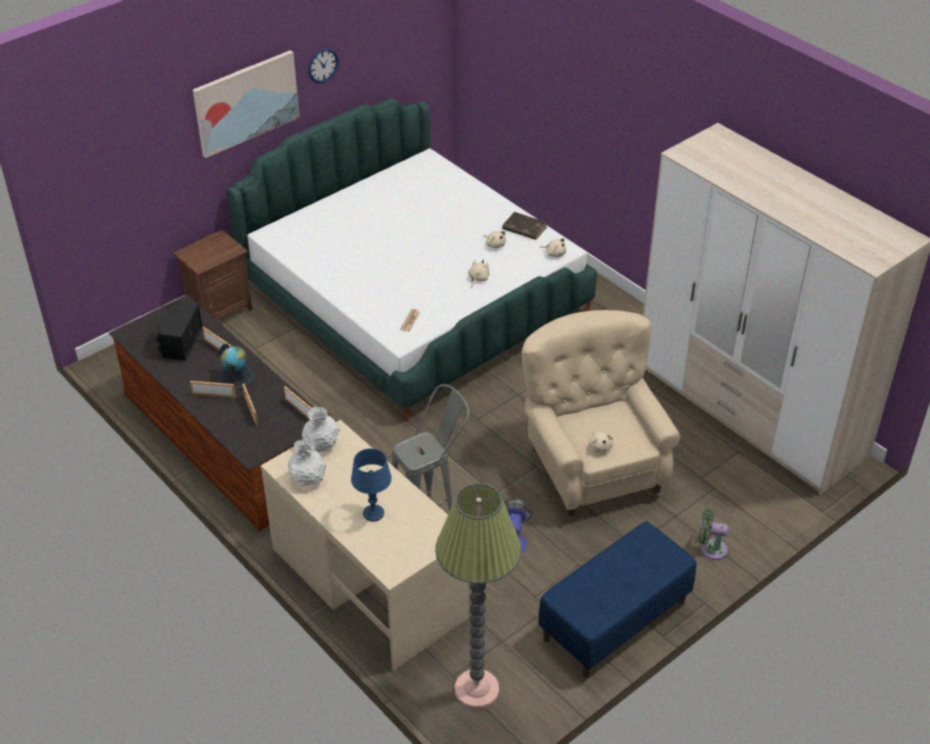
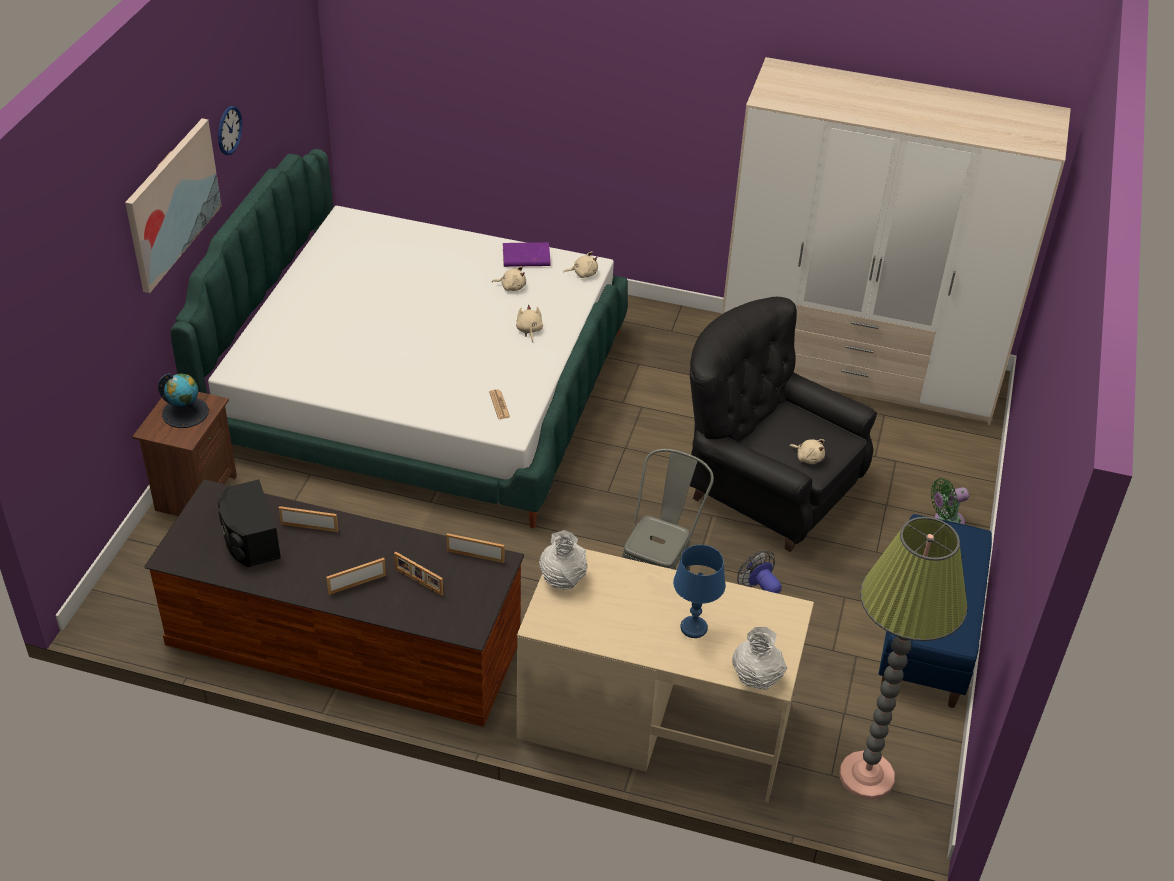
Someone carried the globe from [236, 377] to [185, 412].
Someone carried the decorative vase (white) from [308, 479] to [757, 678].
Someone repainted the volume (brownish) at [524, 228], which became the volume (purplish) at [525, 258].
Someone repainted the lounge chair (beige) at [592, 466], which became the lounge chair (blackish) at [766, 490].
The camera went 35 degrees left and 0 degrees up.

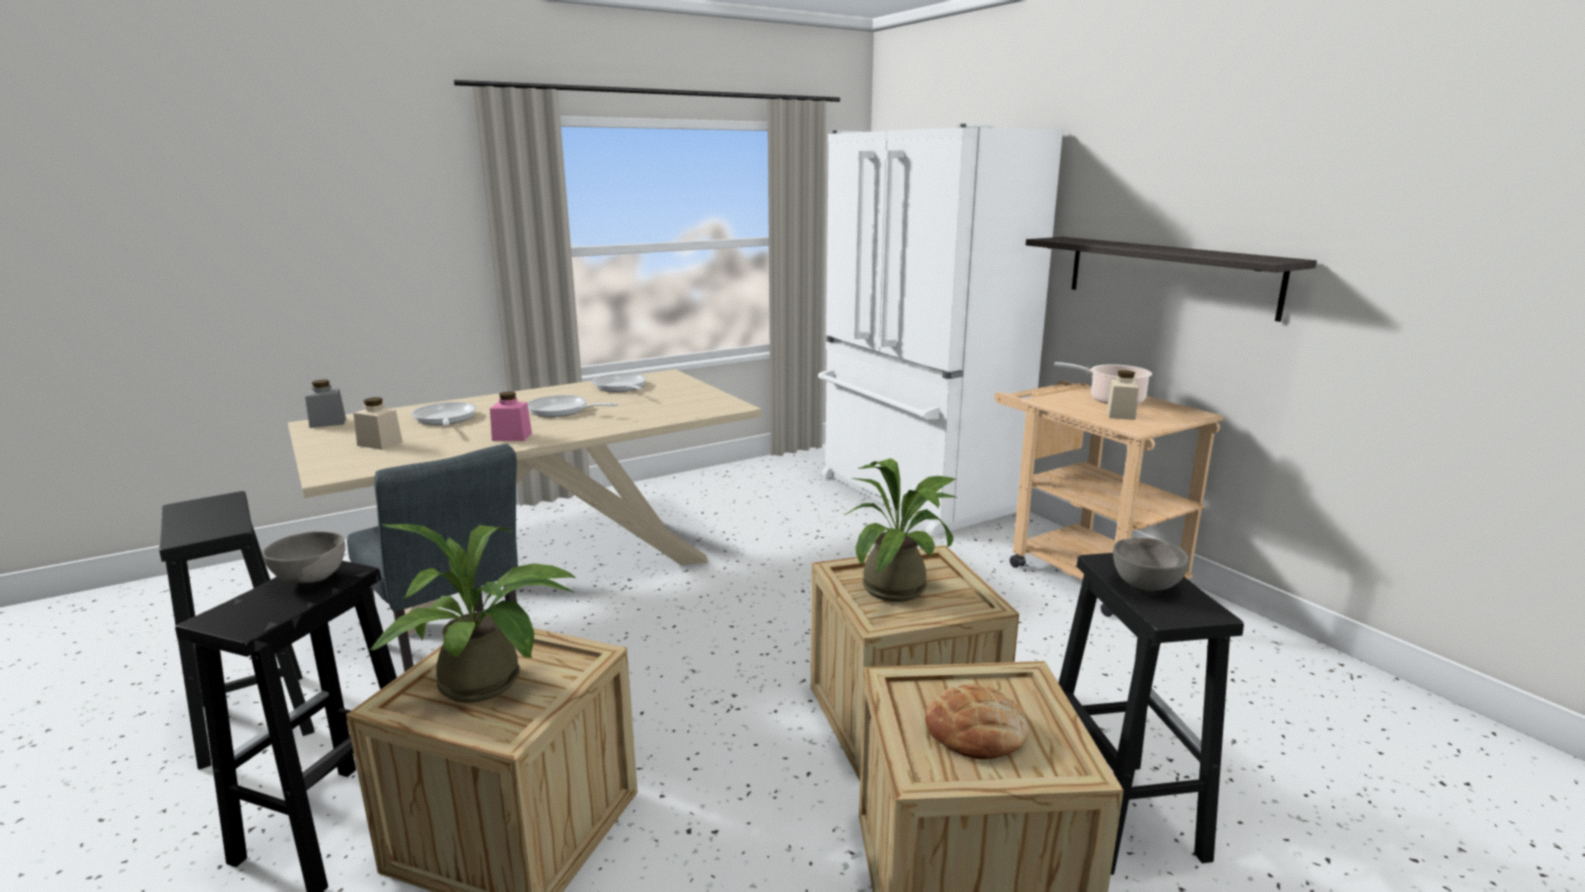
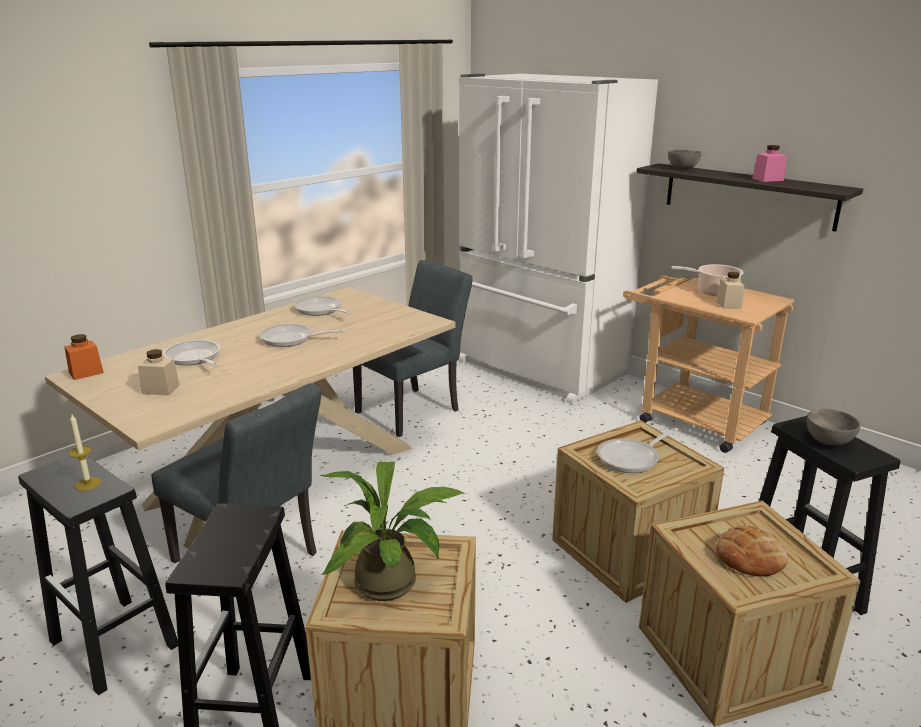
Someone put down the wax light at [88, 484].
Someone put down the chair (greyish) at [414, 409].
Someone carried the deep dish (greyish) from [311, 579] to [683, 169].
Someone carried the jar (pink) from [512, 437] to [768, 179].
Someone swapped the plant in a pot at [901, 587] for the skillet at [632, 458].
Someone repainted the jar (greyish) at [328, 422], which became the jar (orangey) at [86, 372].
The camera went 15 degrees left and 5 degrees up.

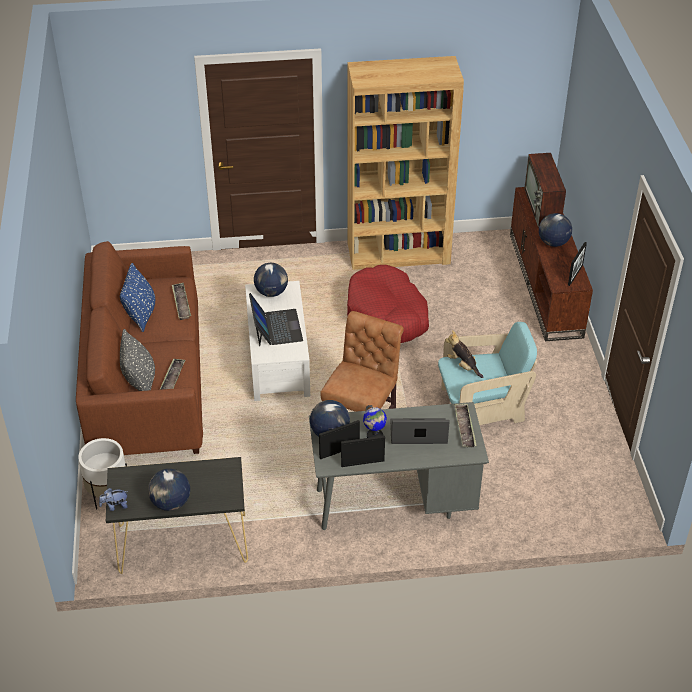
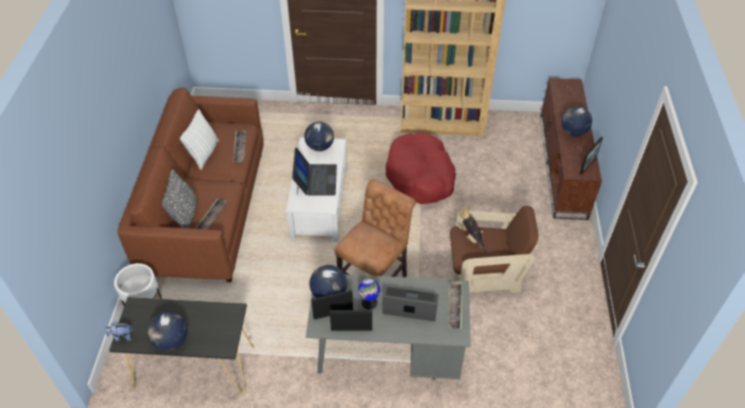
Someone took away the television at [543, 208].
Someone repainted the pillow (blue-coloured) at [141, 314], which became the pillow (white) at [204, 154].
Someone repainted the lounge chair (blue-green) at [481, 407], which became the lounge chair (brownish) at [485, 273].
The camera went 10 degrees right and 5 degrees up.

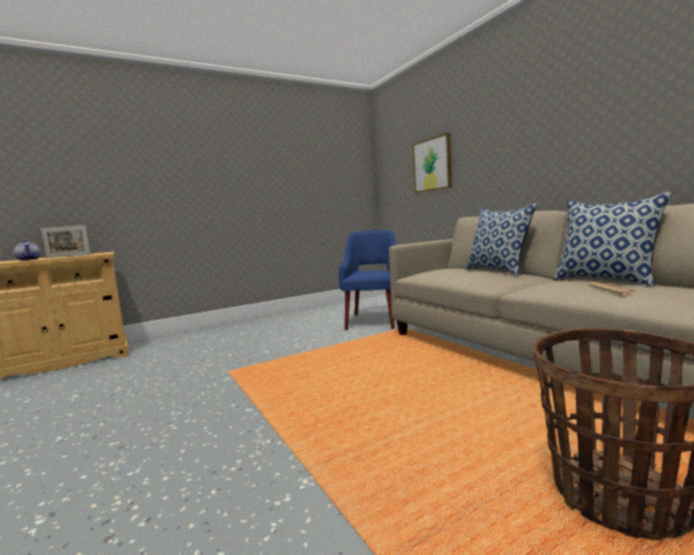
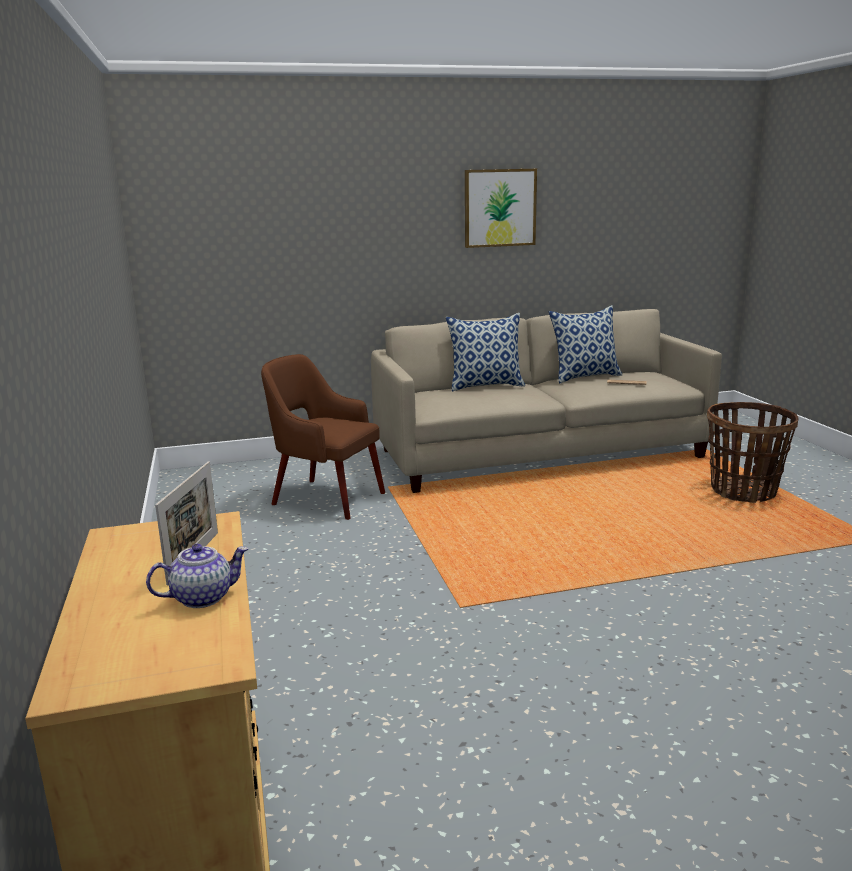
Someone carried the wall picture from [432, 164] to [500, 208].
Someone repainted the lounge chair (blue-coloured) at [373, 320], which became the lounge chair (brownish) at [325, 498].
The camera went 75 degrees left and 10 degrees up.

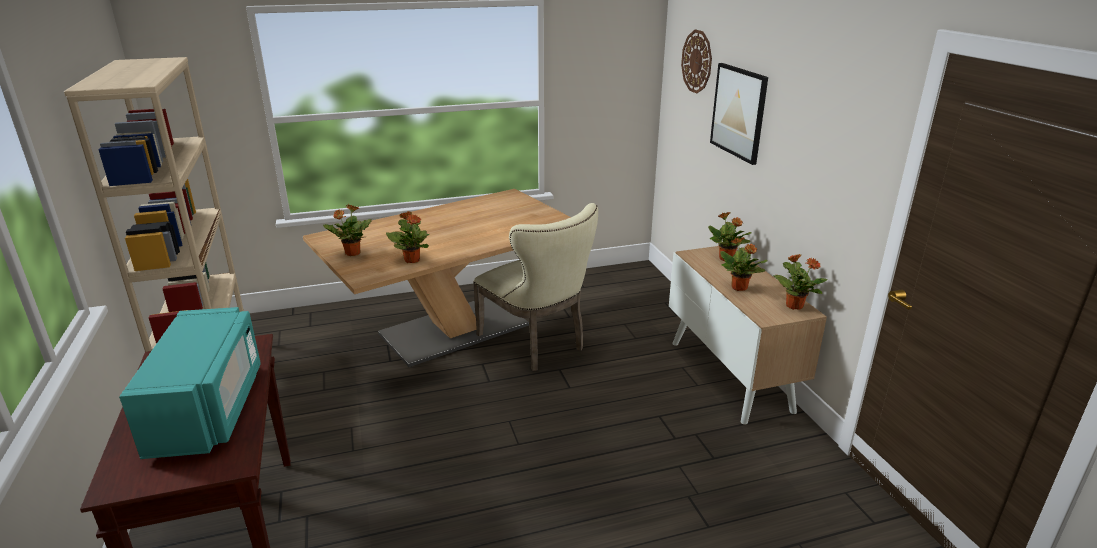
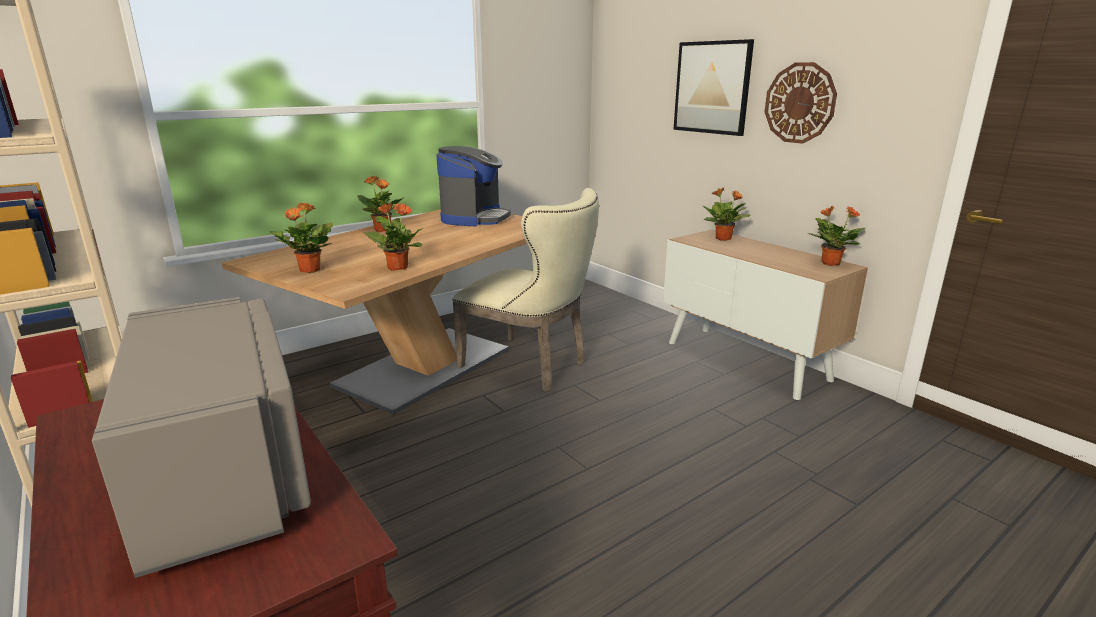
Someone put down the coffee maker at [475, 218].
Someone carried the clock on the wall from [697, 61] to [800, 103].
Someone carried the plant in a pot from [739, 288] to [383, 230].
Someone repainted the kitchen microwave (blue-green) at [209, 409], which became the kitchen microwave (greyish) at [224, 471].
The camera went 20 degrees left and 5 degrees down.

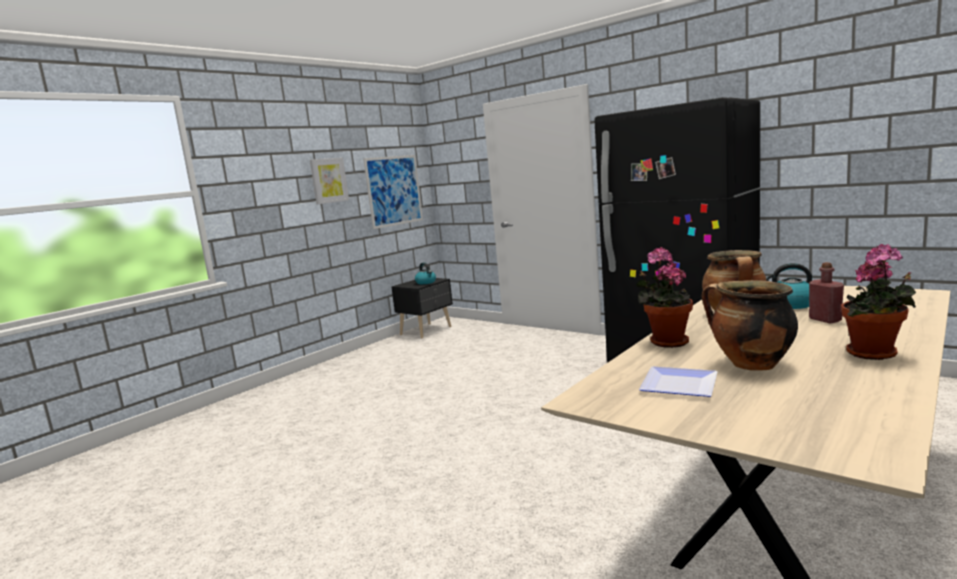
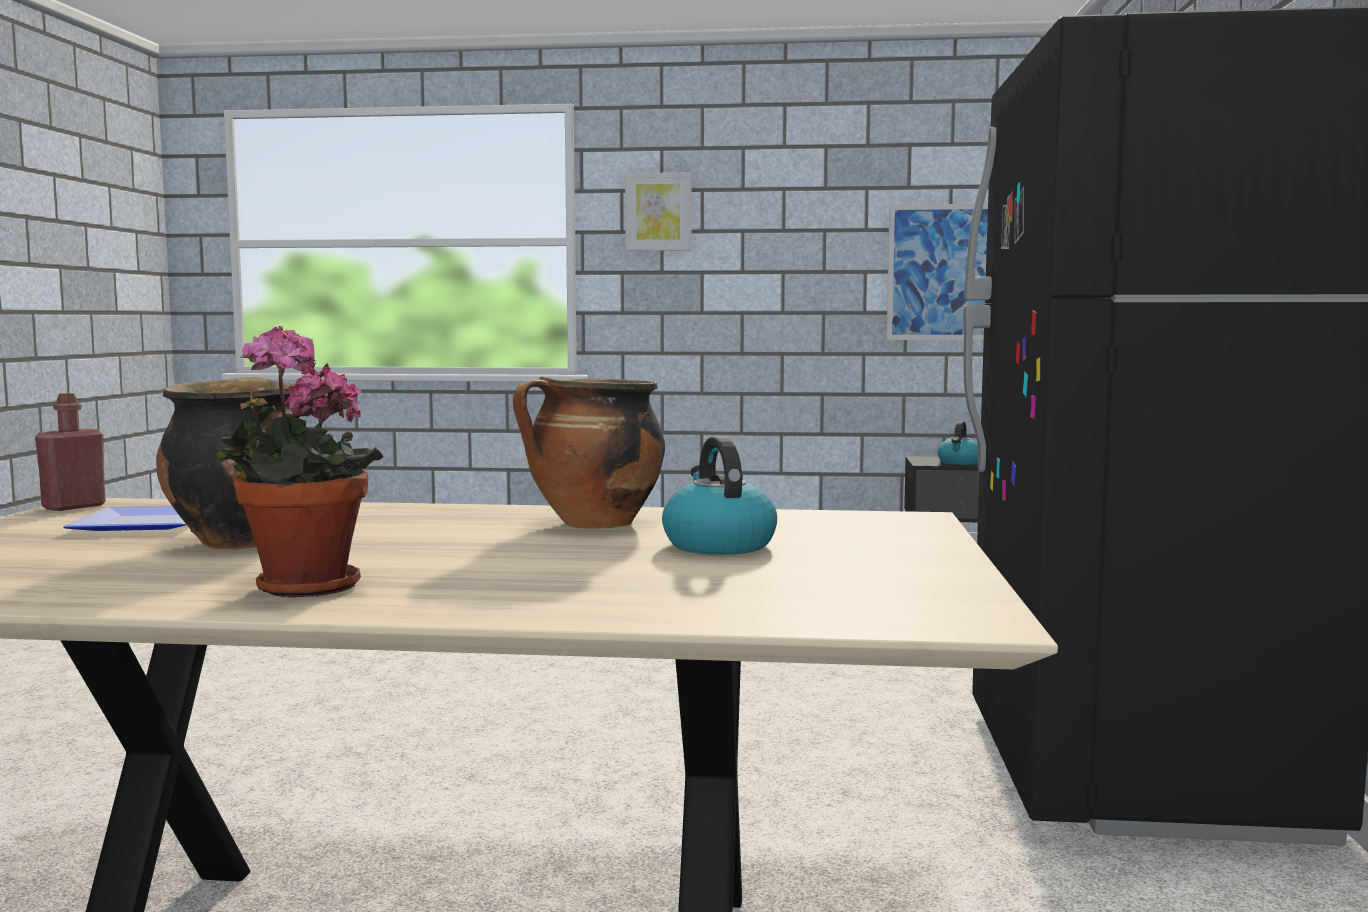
Someone took away the plant in a pot at [665, 342].
Someone carried the wall picture from [329, 180] to [658, 212].
Someone carried the bottle (red-coloured) from [825, 319] to [74, 506].
The camera went 55 degrees right and 5 degrees down.

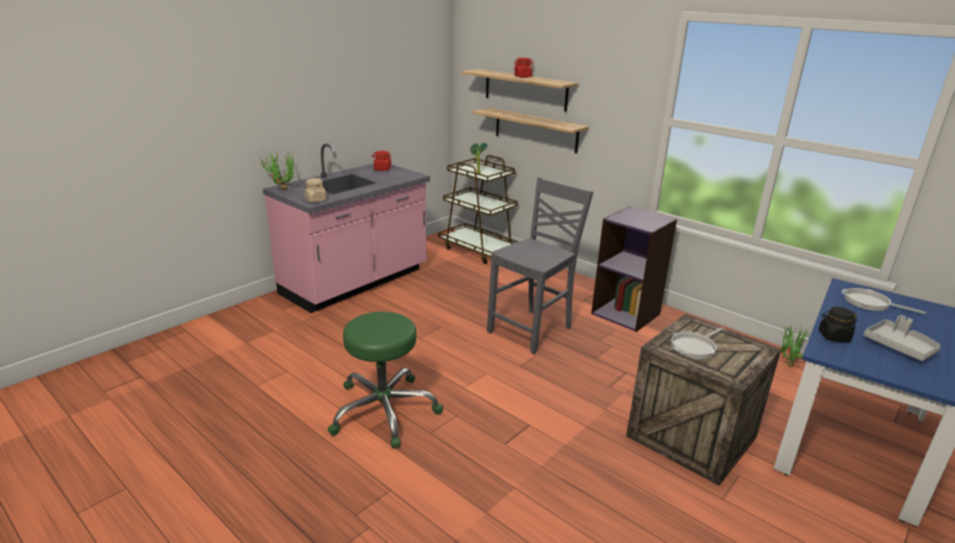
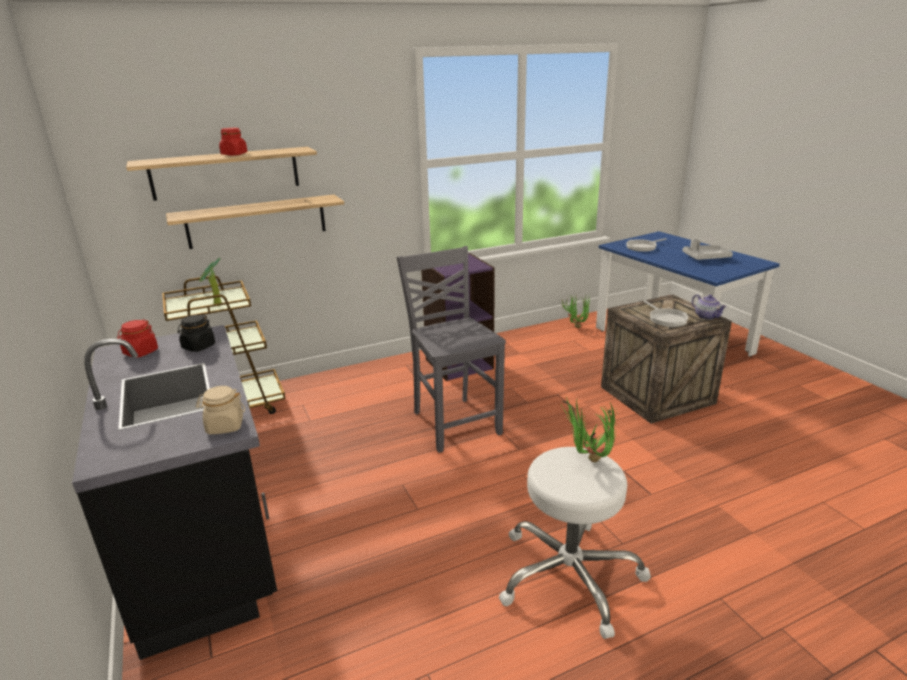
Someone put down the tea pot at [707, 317].
Someone carried the plant in a pot from [281, 188] to [587, 463].
Someone carried the jar (blackish) from [833, 337] to [198, 347].
Someone repainted the kitchen counter (pink) at [356, 283], which became the kitchen counter (blackish) at [205, 542].
Someone repainted the stool seat (green) at [384, 410], which became the stool seat (white) at [569, 575].
The camera went 65 degrees left and 0 degrees up.

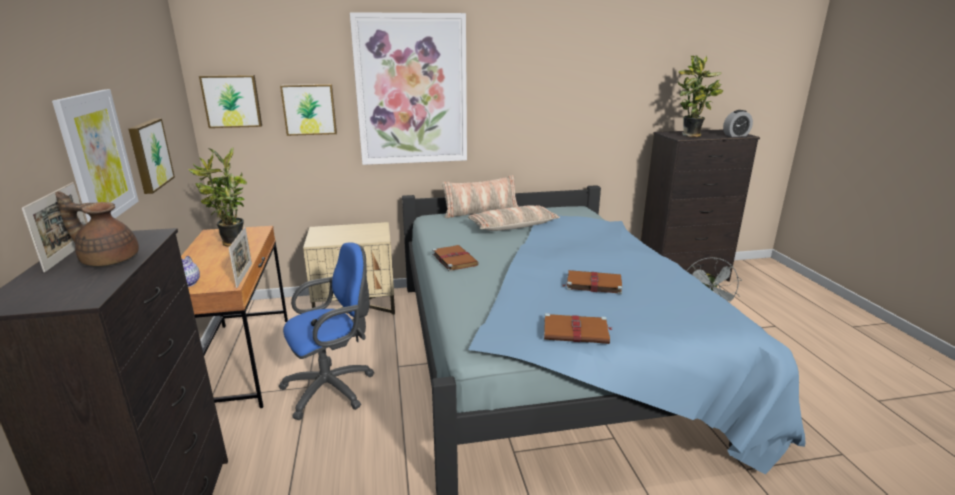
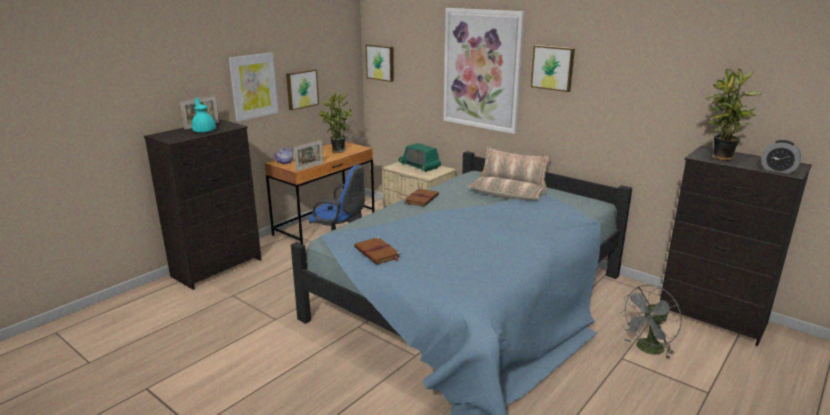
Someone took away the volume (brownish) at [592, 284].
Someone put down the radio receiver at [419, 166].
Someone carried the wall picture from [309, 109] to [553, 67].
Someone repainted the tea pot (brownish) at [108, 259], which became the tea pot (blue-green) at [204, 131].
The camera went 50 degrees right and 0 degrees up.

